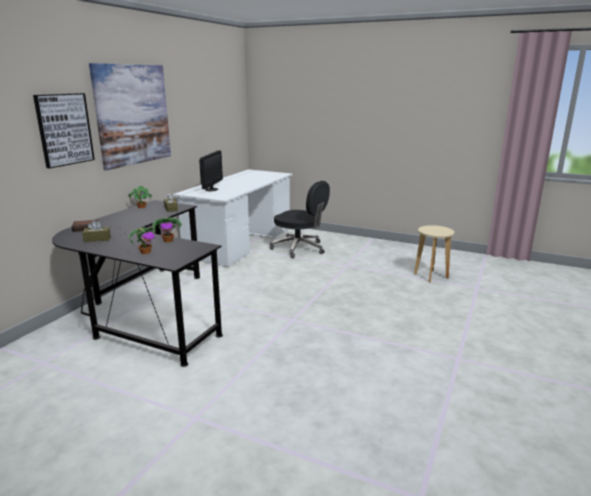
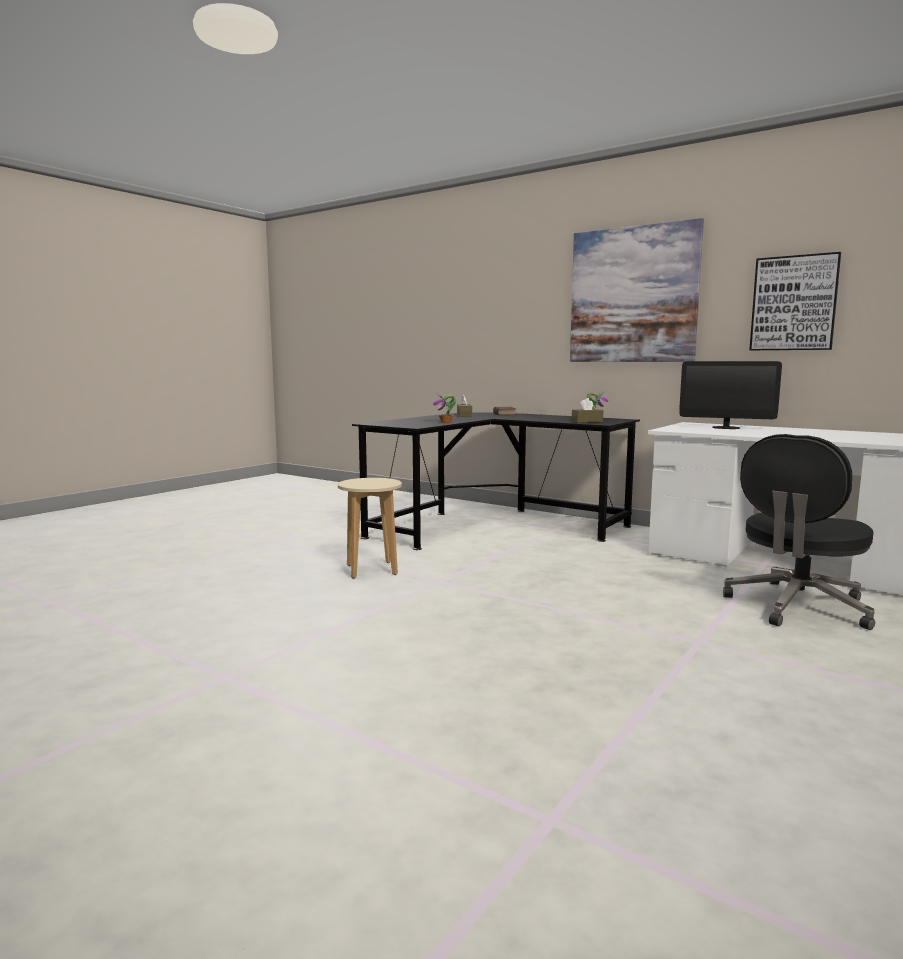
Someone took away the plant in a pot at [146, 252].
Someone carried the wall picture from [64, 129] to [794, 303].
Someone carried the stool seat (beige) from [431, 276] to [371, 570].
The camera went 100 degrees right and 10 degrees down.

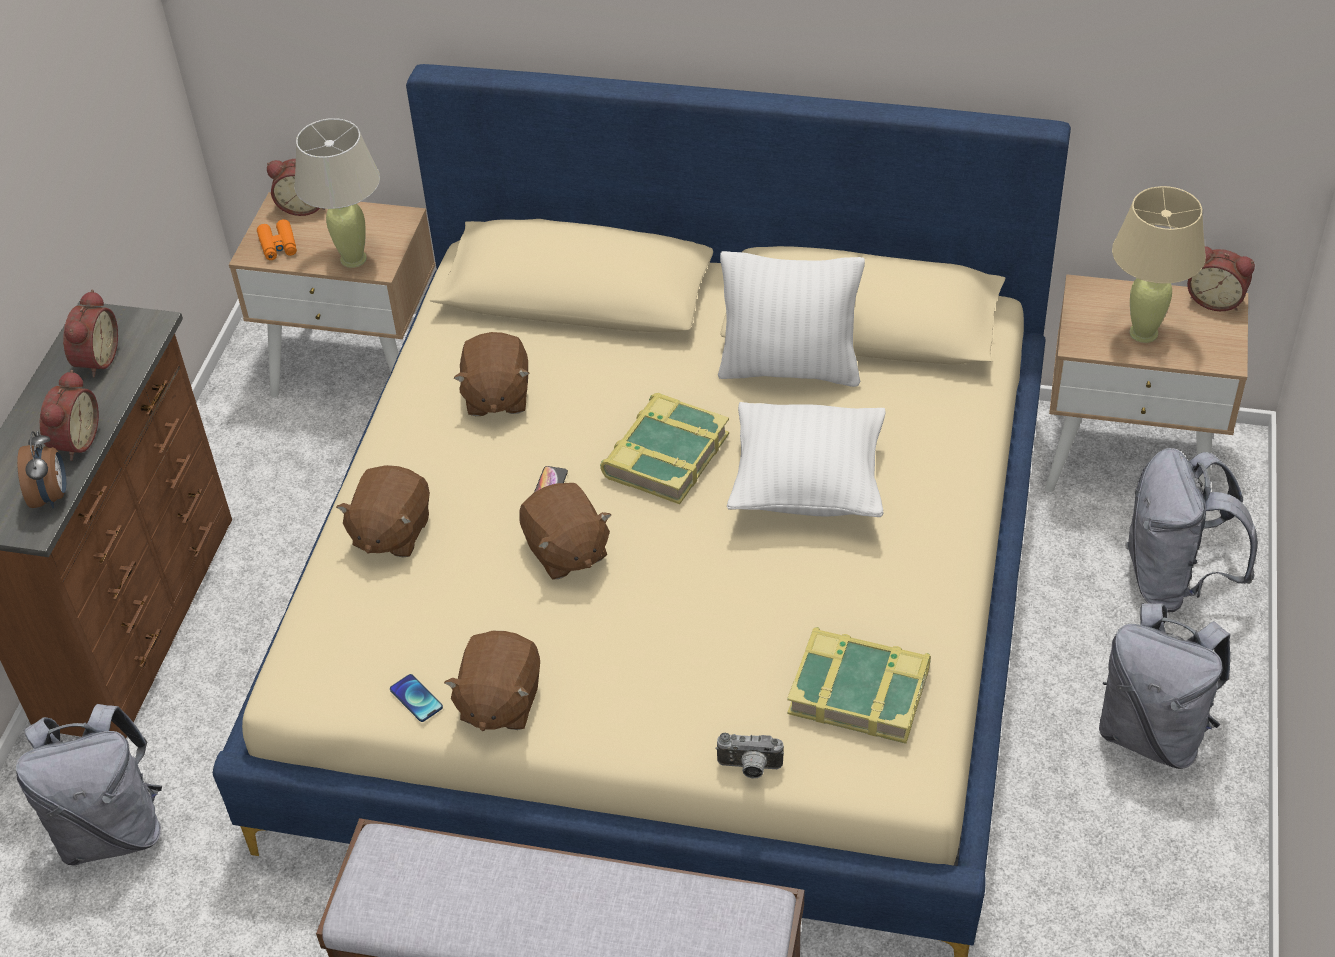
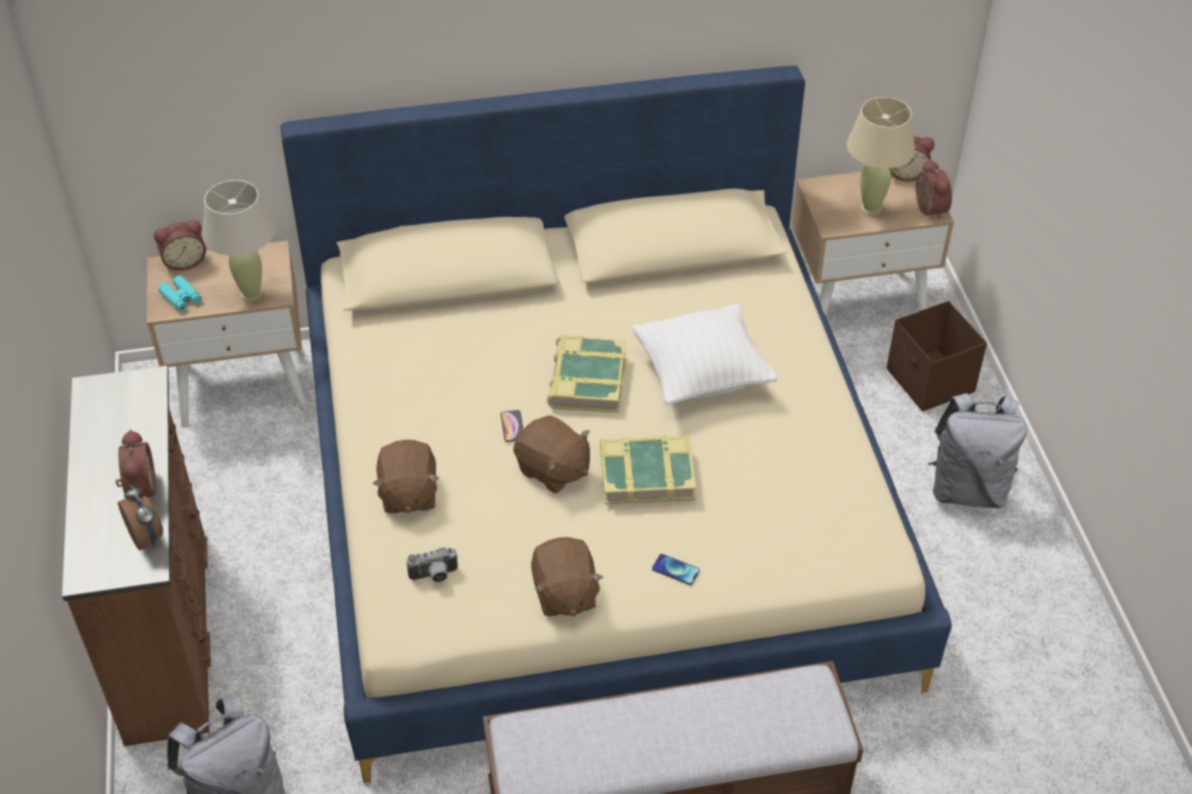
Someone took away the soft toy (brownish) at [496, 396].
Someone took away the pillow (white) at [790, 369].
Someone carried the alarm clock from [95, 359] to [927, 209].
Someone carried the telephone from [416, 699] to [675, 570].
Someone carried the still camera from [749, 768] to [434, 576].
Someone carried the volume from [859, 690] to [646, 474].
Someone swapped the rucksack (greyish) at [1174, 581] for the storage container (brownish) at [930, 382].
Someone repainted the field glasses (orangey) at [278, 245], which became the field glasses (blue-green) at [181, 298].
The camera went 25 degrees left and 0 degrees up.

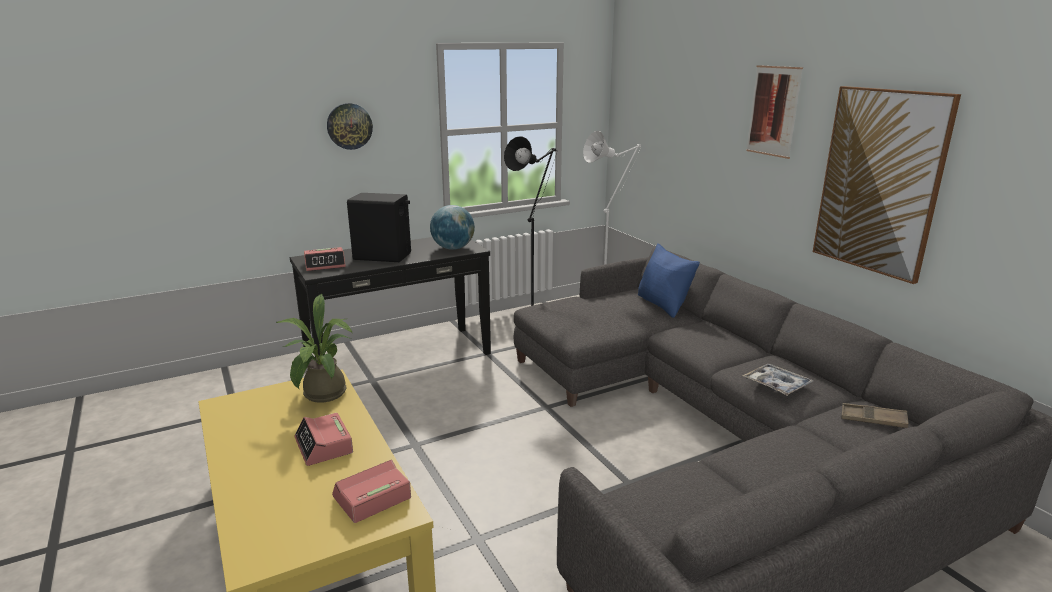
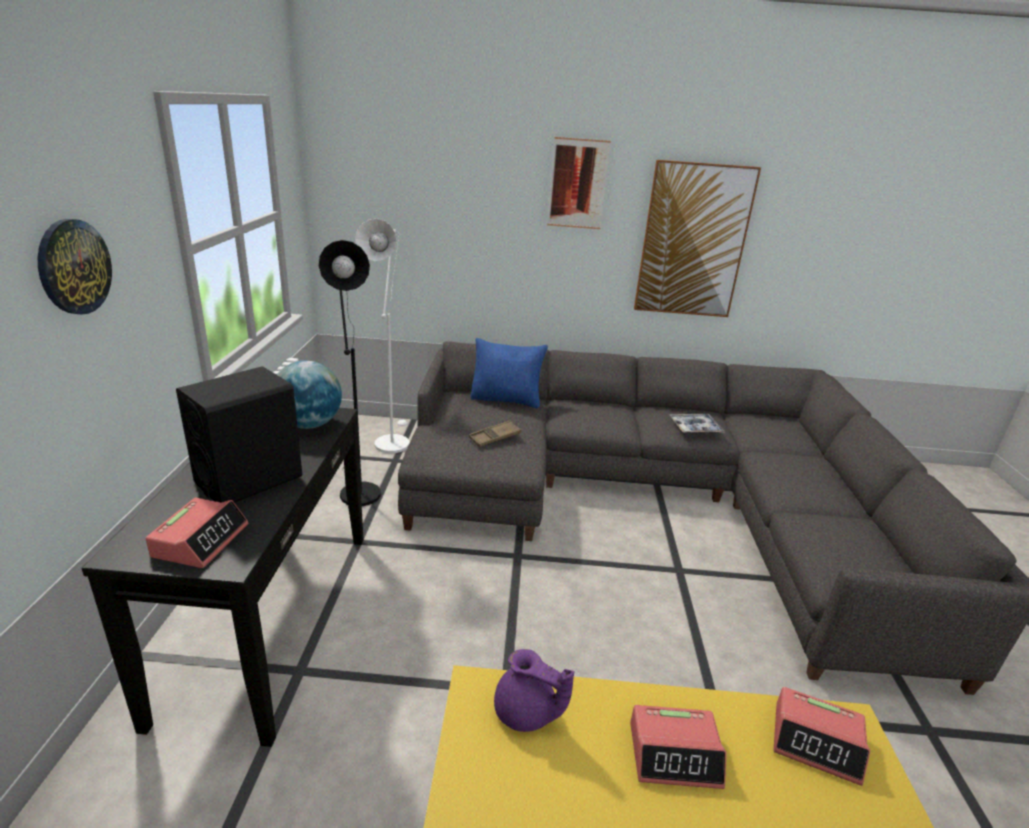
Someone carried the serving tray (brownish) from [873, 419] to [495, 437].
Someone swapped the plant in a pot at [322, 396] for the tea pot (purplish) at [526, 713].
Someone rotated the alarm clock at [371, 498] by 60 degrees counterclockwise.
The camera went 60 degrees left and 5 degrees up.

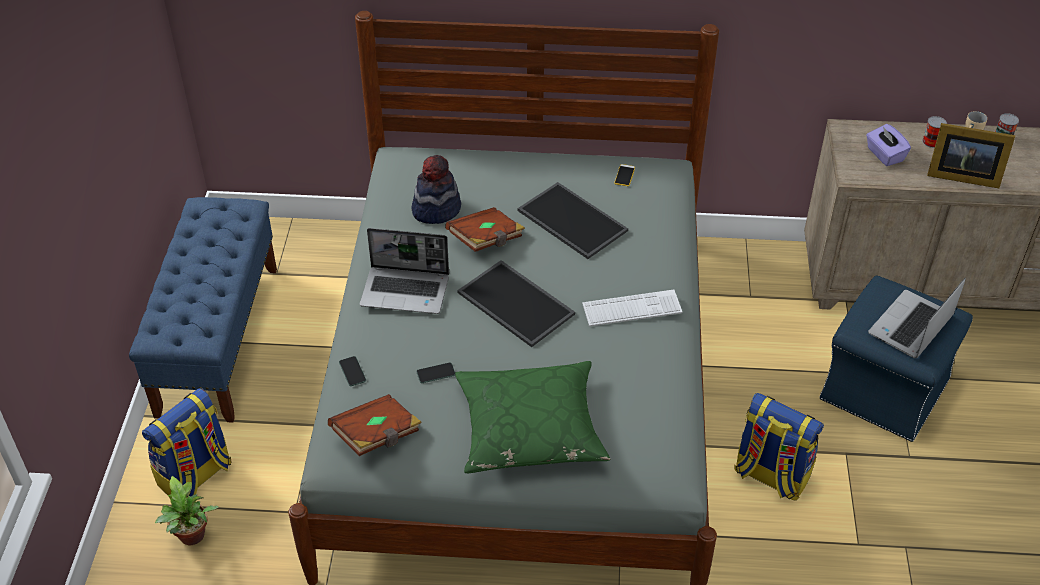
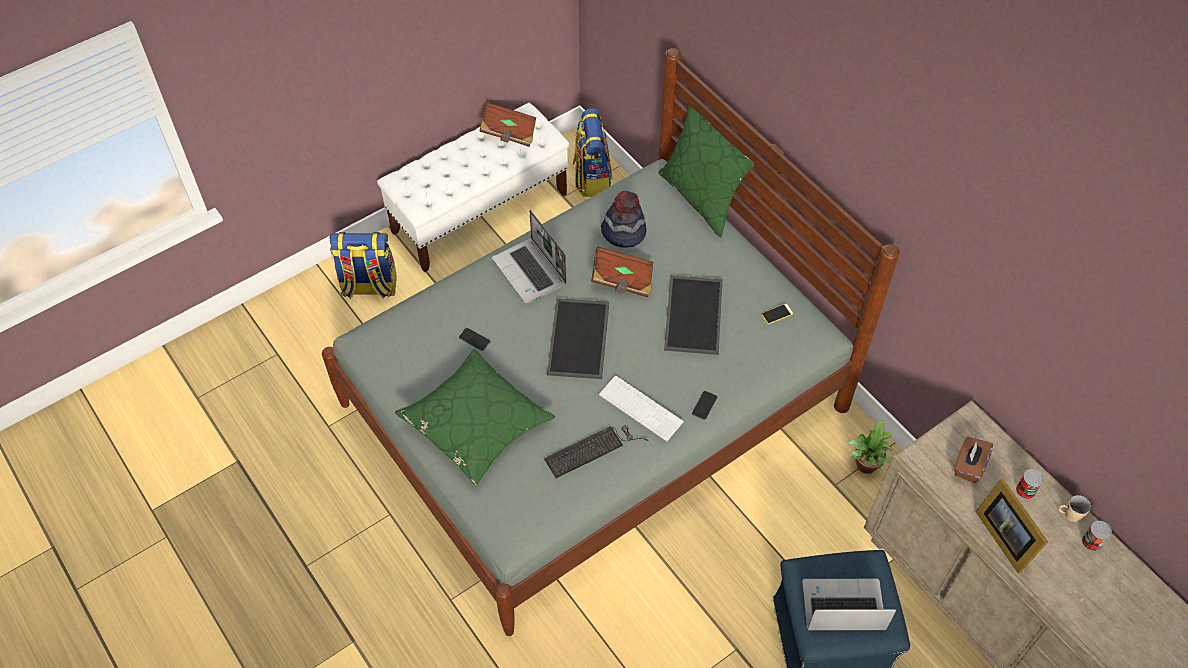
Someone put down the PC keyboard at [593, 449].
Someone put down the pillow (green) at [702, 197].
Someone carried the plant in a pot from [192, 538] to [865, 467].
Someone carried the volume (brownish) from [377, 435] to [508, 133].
Someone carried the telephone from [352, 371] to [704, 405].
Someone carried the rucksack from [770, 475] to [592, 178].
Someone repainted the long seat (blue-coloured) at [218, 339], which became the long seat (white) at [480, 212].
Someone repainted the tissue box (purplish) at [884, 155], which became the tissue box (brownish) at [968, 466].
The camera went 50 degrees right and 10 degrees up.

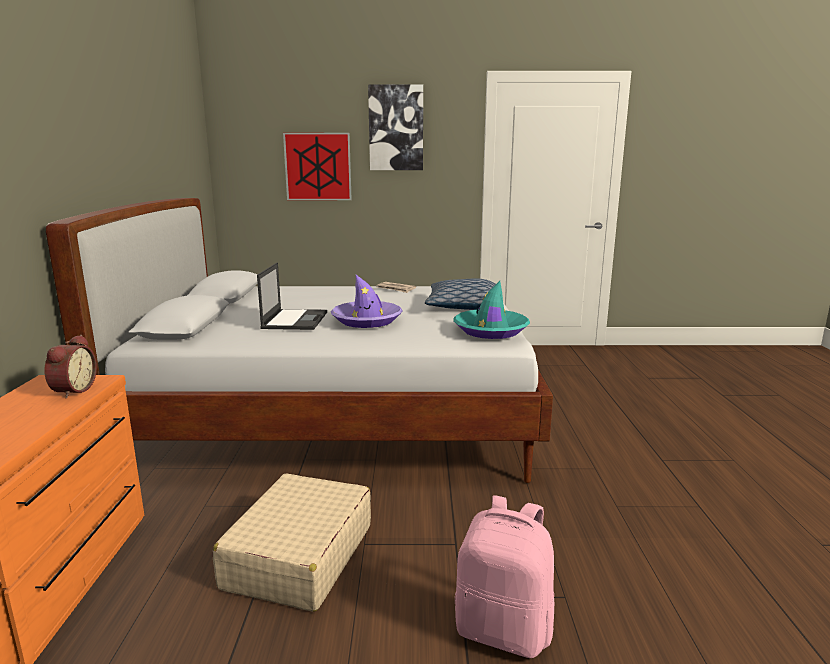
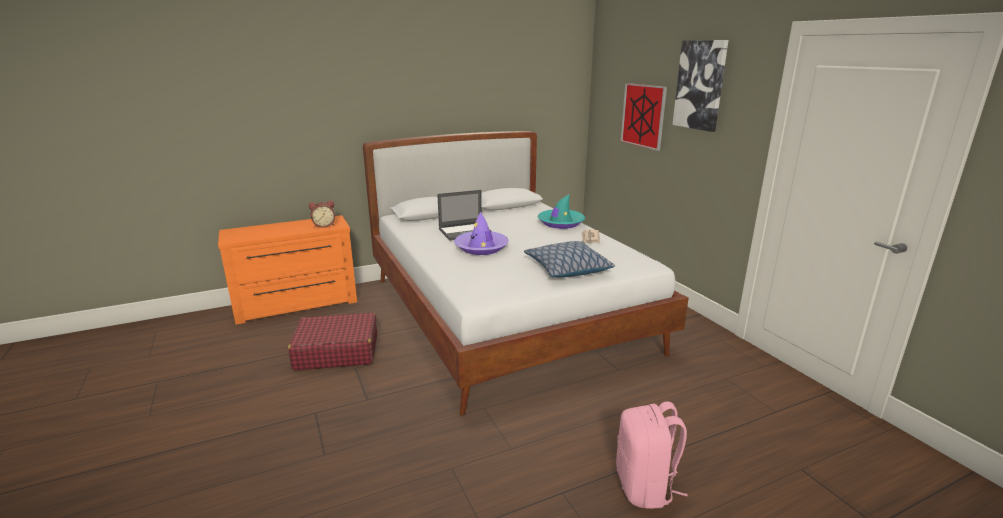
Someone carried the wearable hat (blue-green) from [490, 330] to [560, 223].
Someone carried the rucksack (pink) from [504, 629] to [645, 487].
Someone repainted the travel case (beige) at [298, 556], which became the travel case (red-coloured) at [336, 352].
The camera went 65 degrees right and 5 degrees up.

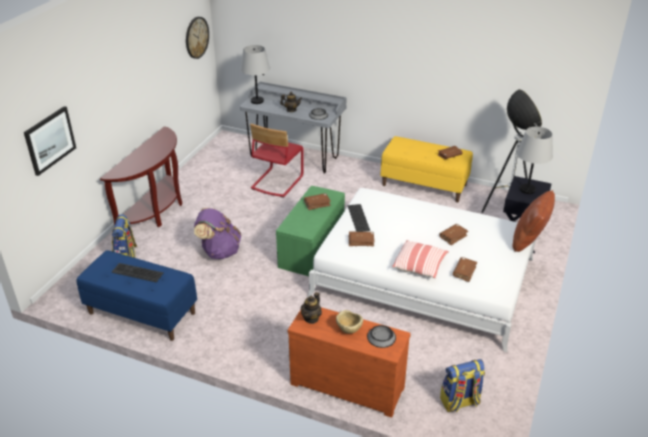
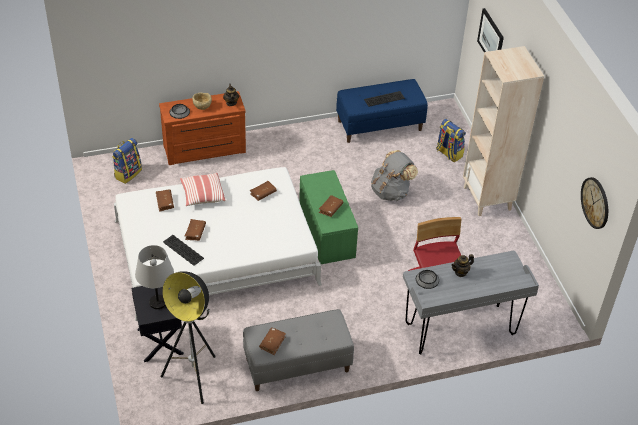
Someone took away the lamp for a table (greyish) at [257, 101].
Someone took away the pillow (brownish) at [529, 241].
Someone carried the PC keyboard from [359, 218] to [182, 250].
Someone swapped the console table (brownish) at [156, 211] for the shelving unit (beige) at [487, 198].
Someone repainted the rucksack (purplish) at [219, 251], which became the rucksack (greyish) at [391, 191].
Someone repainted the long seat (yellow-coloured) at [424, 185], which became the long seat (greyish) at [297, 365].
The camera went 140 degrees right and 10 degrees up.

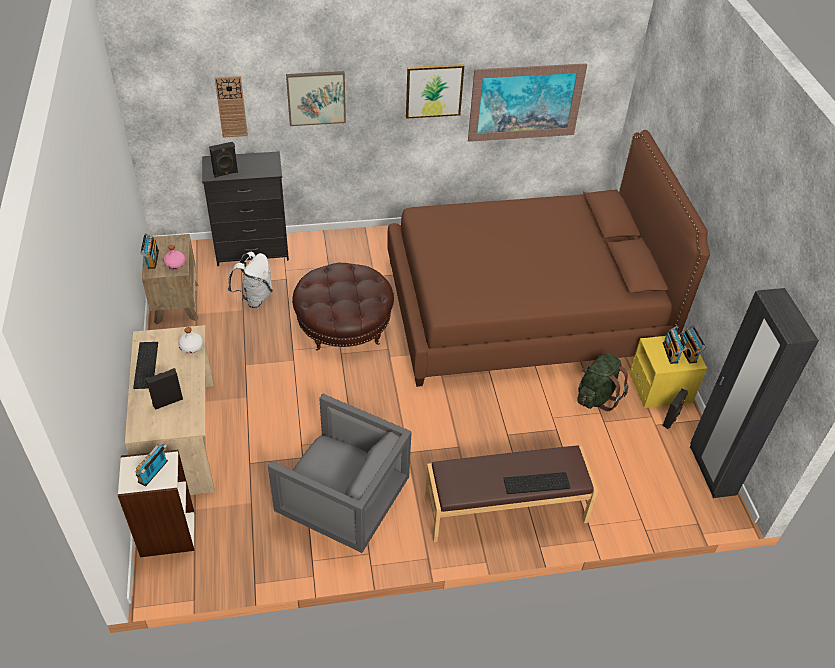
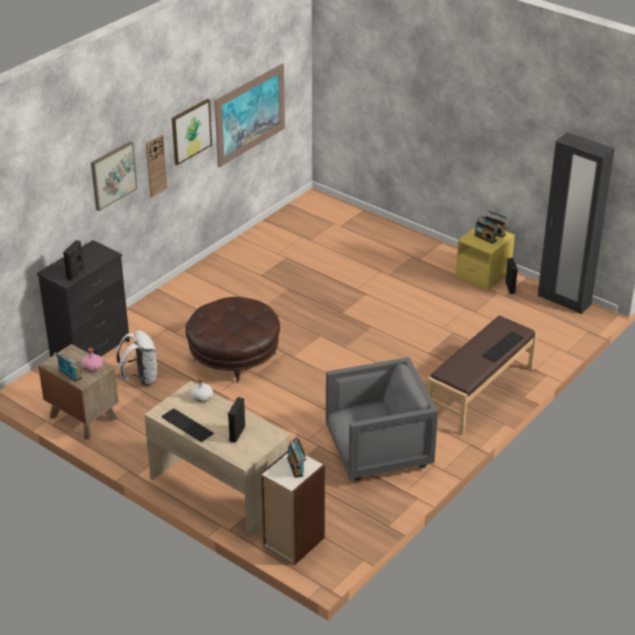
Someone took away the bedroom bed (brownish) at [523, 309].
Someone took away the rucksack (green) at [596, 396].
Someone carried the clock on the wall from [231, 106] to [156, 165].
The camera went 40 degrees left and 10 degrees down.

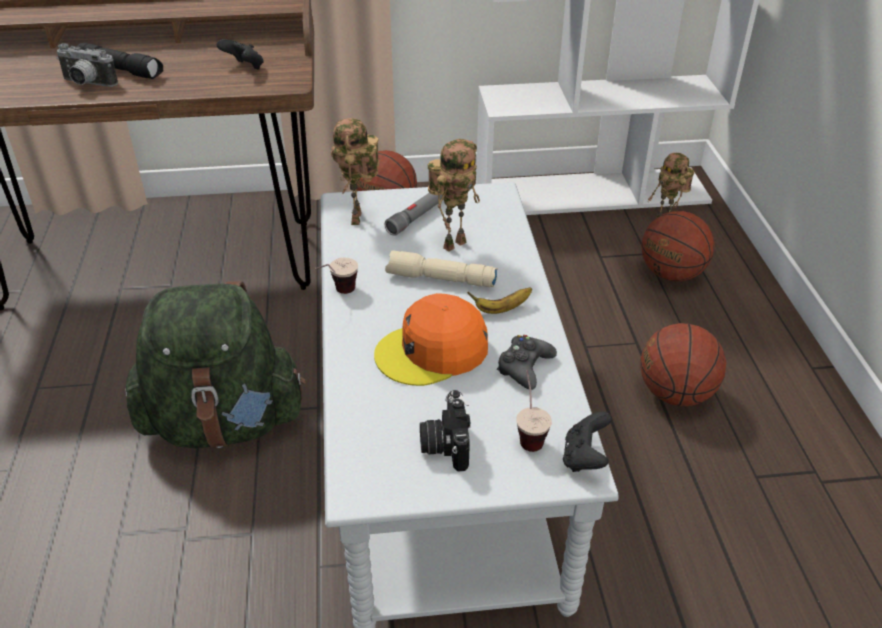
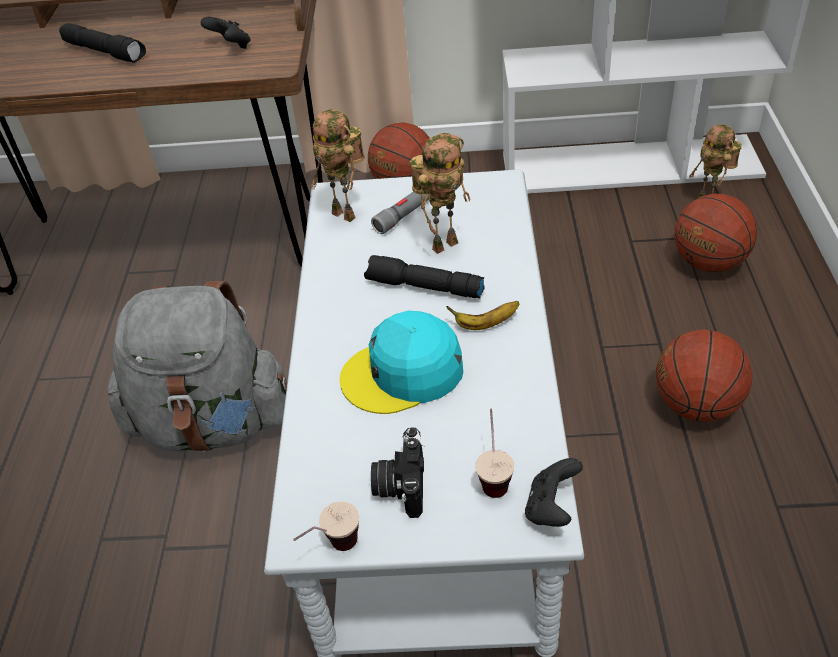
Someone took away the still camera at [87, 84].
Someone took away the game controller (blackish) at [524, 367].
Someone carried the small cup from [337, 294] to [332, 550].
Someone repainted the rucksack (green) at [224, 422], which became the rucksack (greyish) at [214, 422].
Someone repainted the peaked cap (orangey) at [433, 351], which became the peaked cap (blue-green) at [403, 373].
Someone repainted the hand torch (beige) at [440, 279], which became the hand torch (blackish) at [423, 287].
Someone rotated the robot figure at [359, 219] by 60 degrees counterclockwise.
The camera went 10 degrees right and 5 degrees up.

